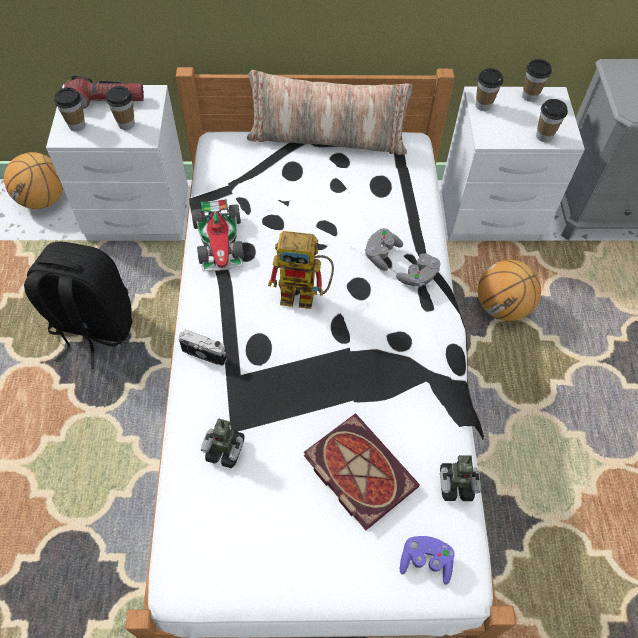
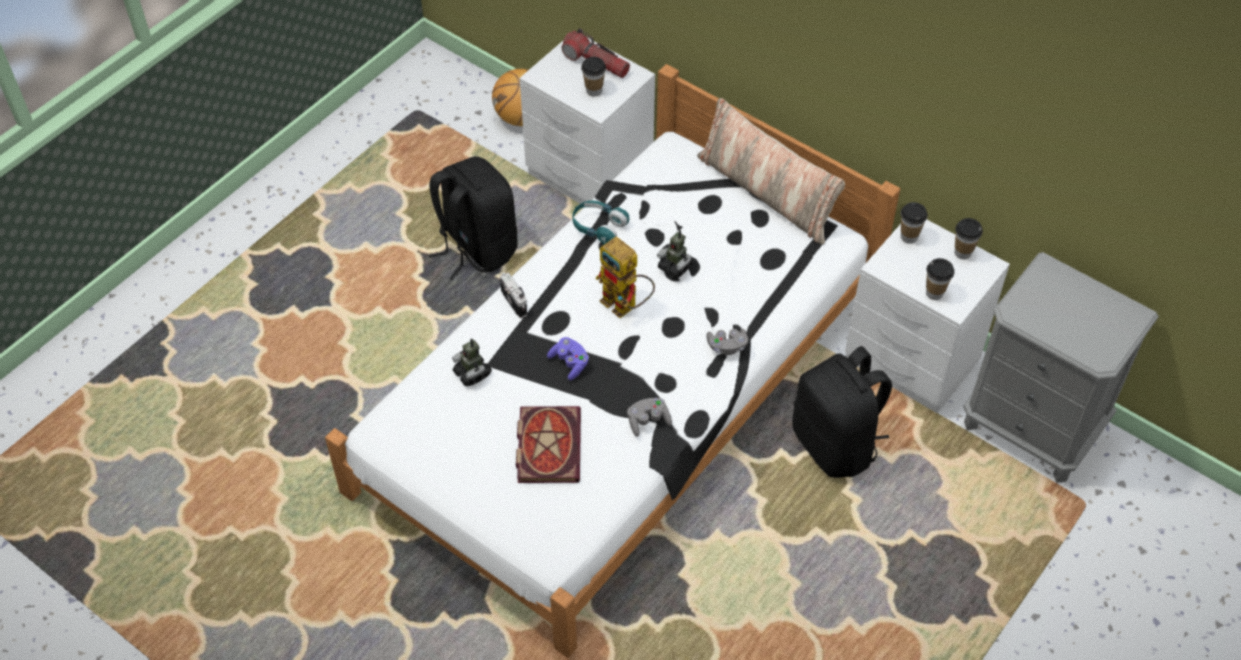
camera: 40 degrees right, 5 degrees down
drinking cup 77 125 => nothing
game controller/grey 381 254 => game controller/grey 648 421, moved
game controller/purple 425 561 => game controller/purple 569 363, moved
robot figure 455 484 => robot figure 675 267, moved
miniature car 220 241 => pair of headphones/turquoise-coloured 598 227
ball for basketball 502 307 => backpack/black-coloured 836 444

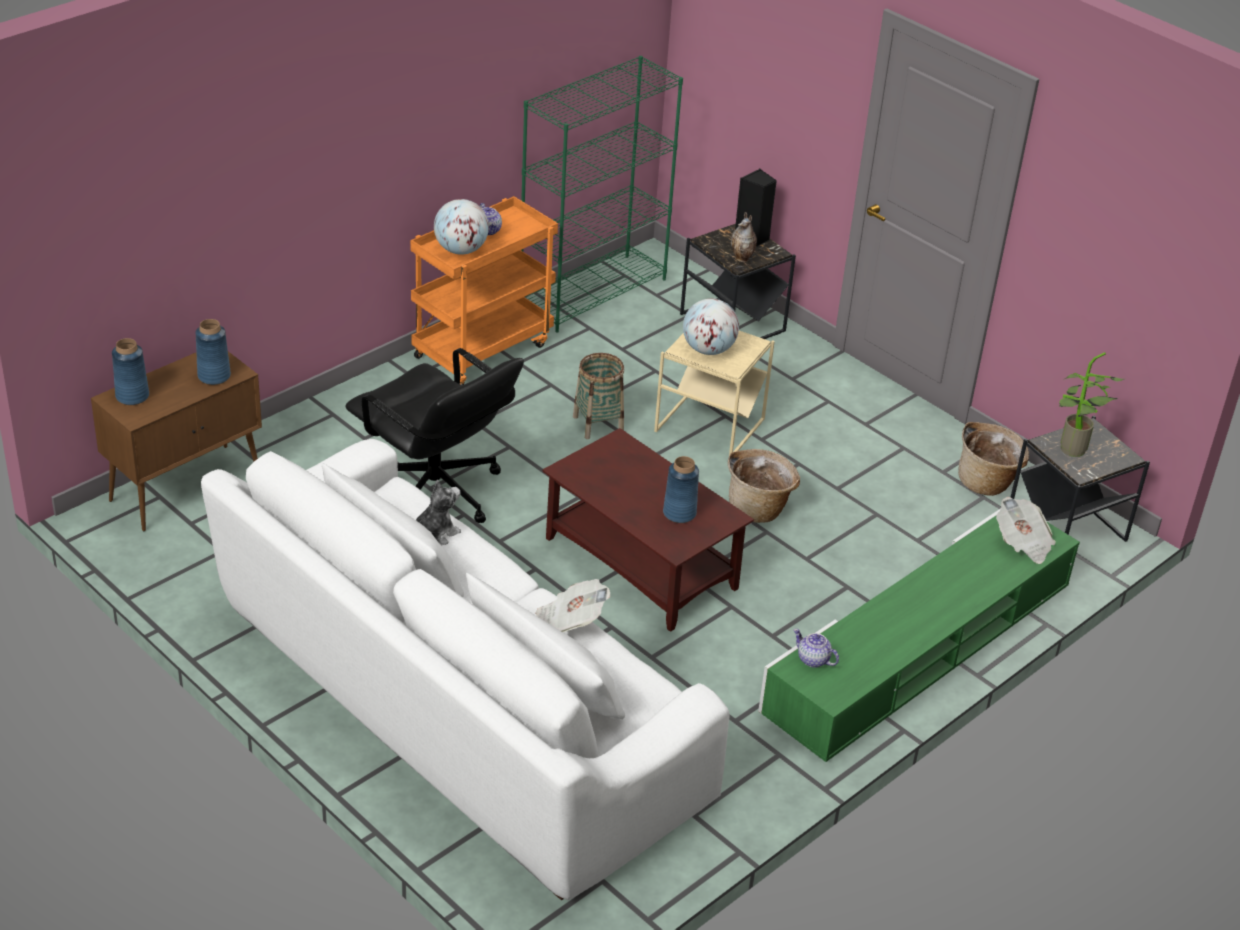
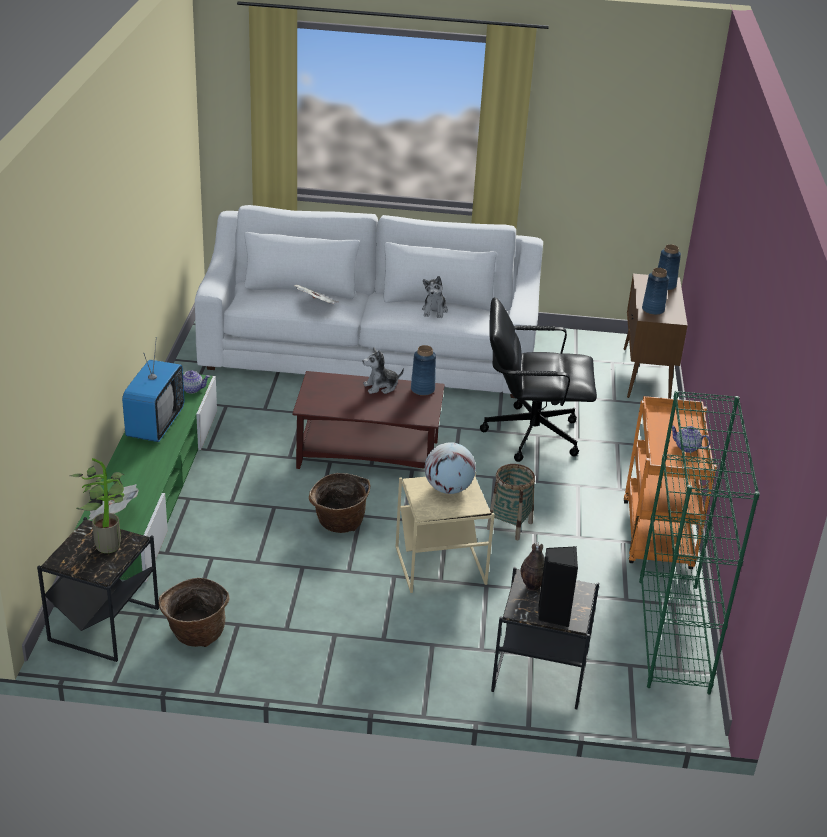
camera: 140 degrees right, 5 degrees down
desk globe 461 250 => nothing
nothing => television 155 424
nothing => soft toy 381 387
vase/blue 679 513 => vase/blue 422 389, moved

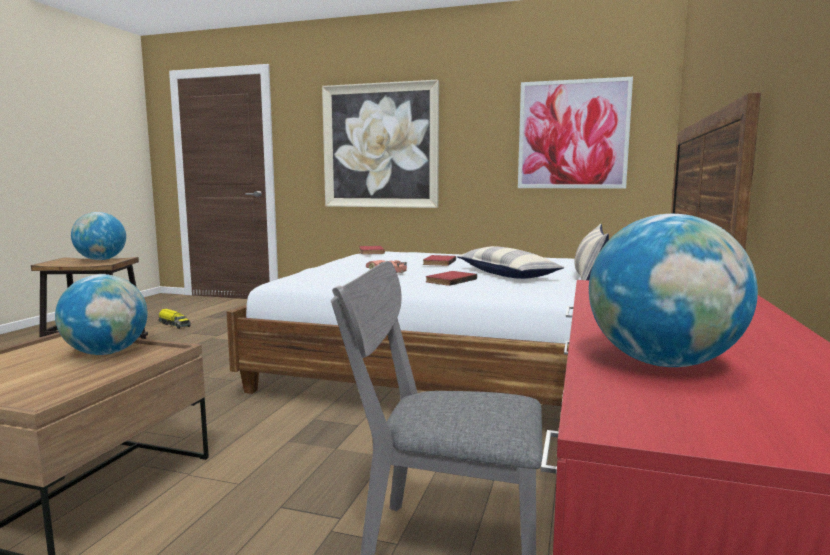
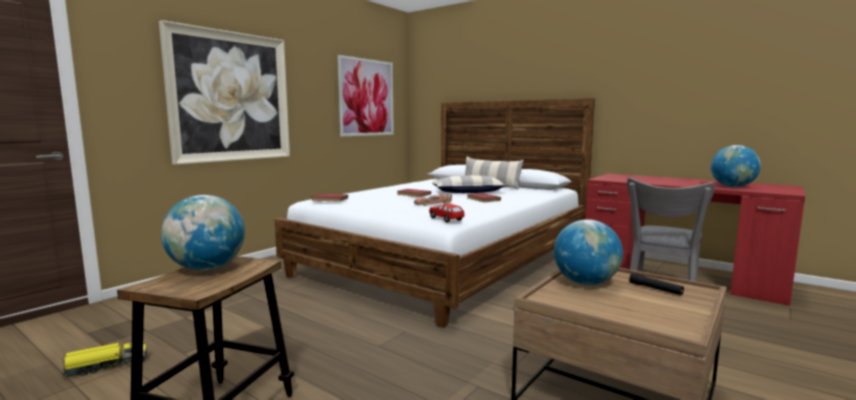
camera: 70 degrees left, 0 degrees up
nothing => miniature car/red 446 219
nothing => flashlight/black-coloured 655 289

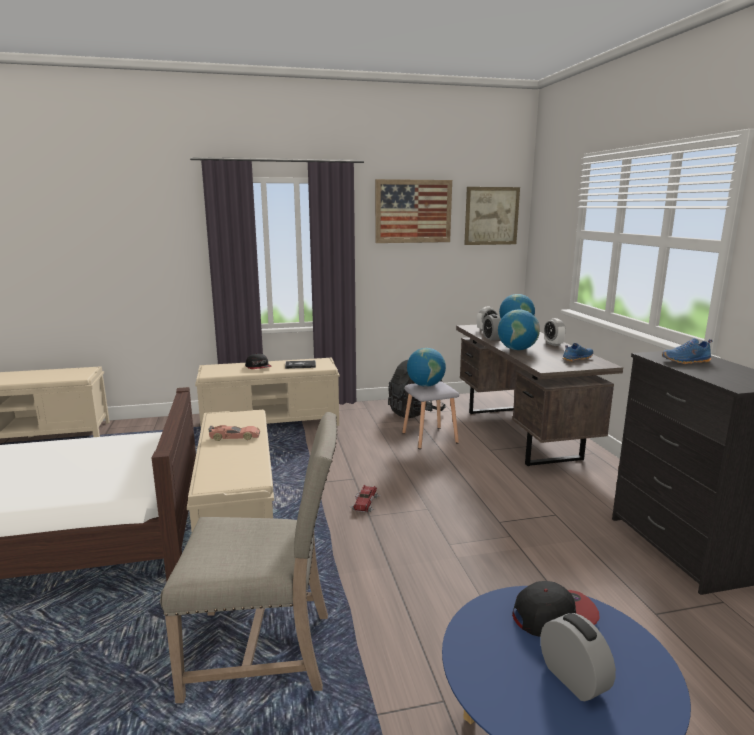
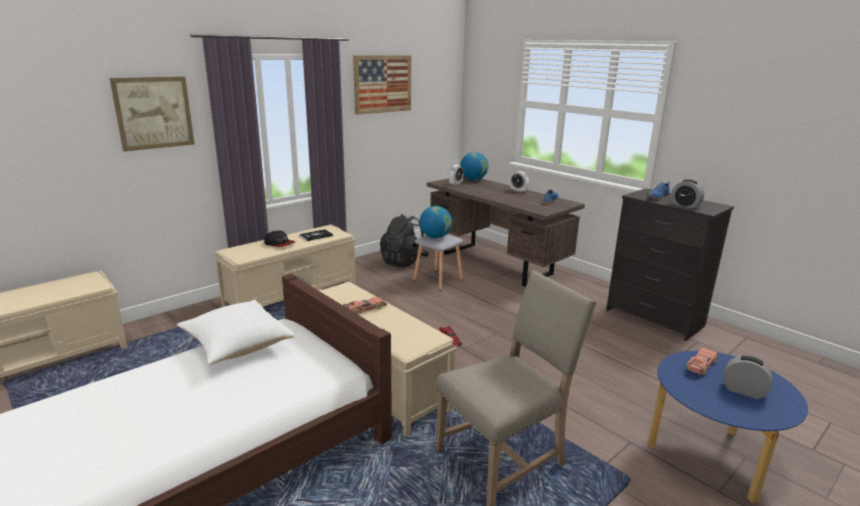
camera: 30 degrees left, 5 degrees up
desk globe 517 349 => nothing
nothing => pillow/whitish 236 346
wall picture 491 216 => wall picture 154 113, moved
alarm clock 491 338 => alarm clock 685 205, moved
peaked cap 554 615 => miniature car 701 365

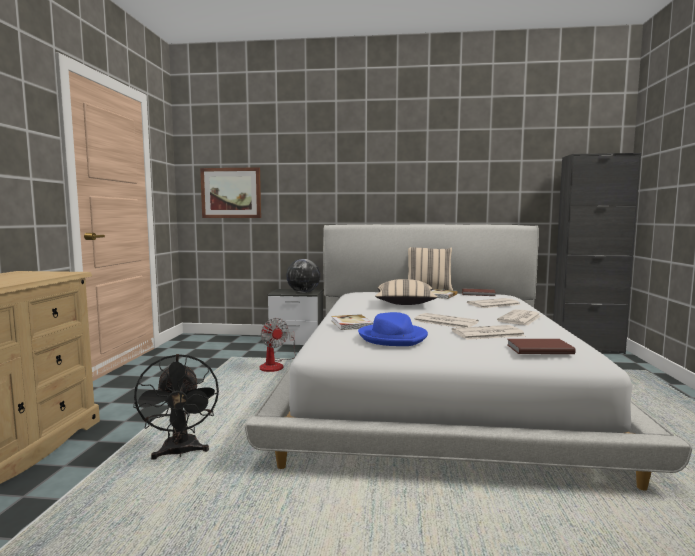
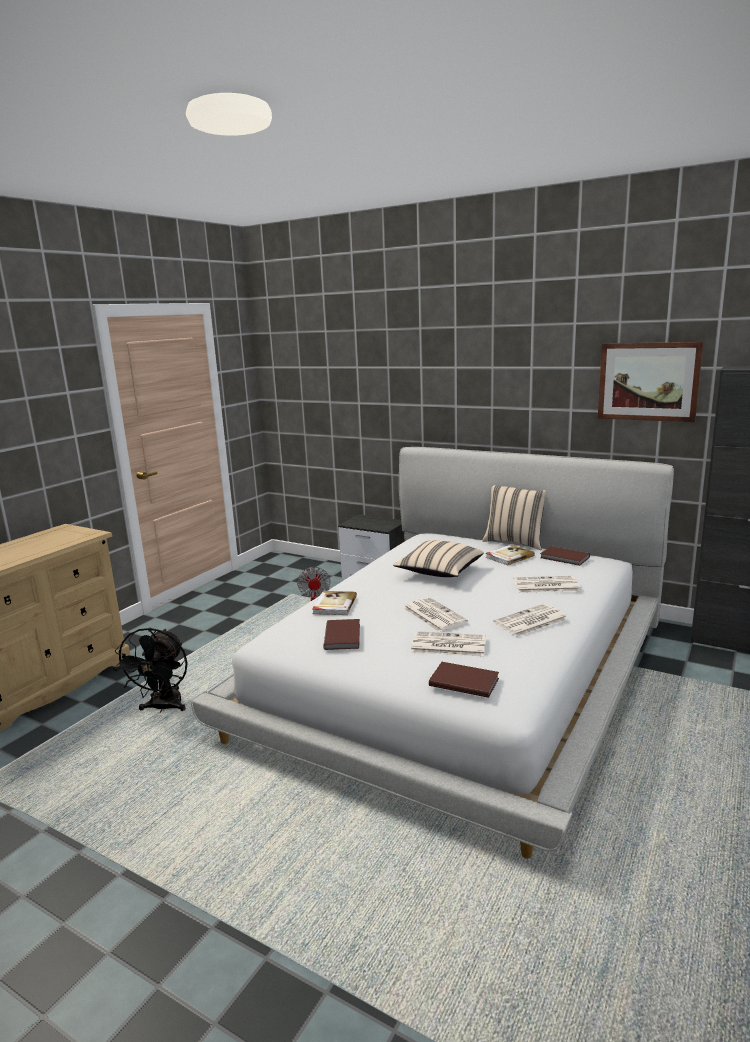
camera: 25 degrees right, 10 degrees up
desk globe 303 292 => nothing
wall picture 231 193 => wall picture 648 381, moved
wearable hat/blue 393 337 => book/brown 344 636

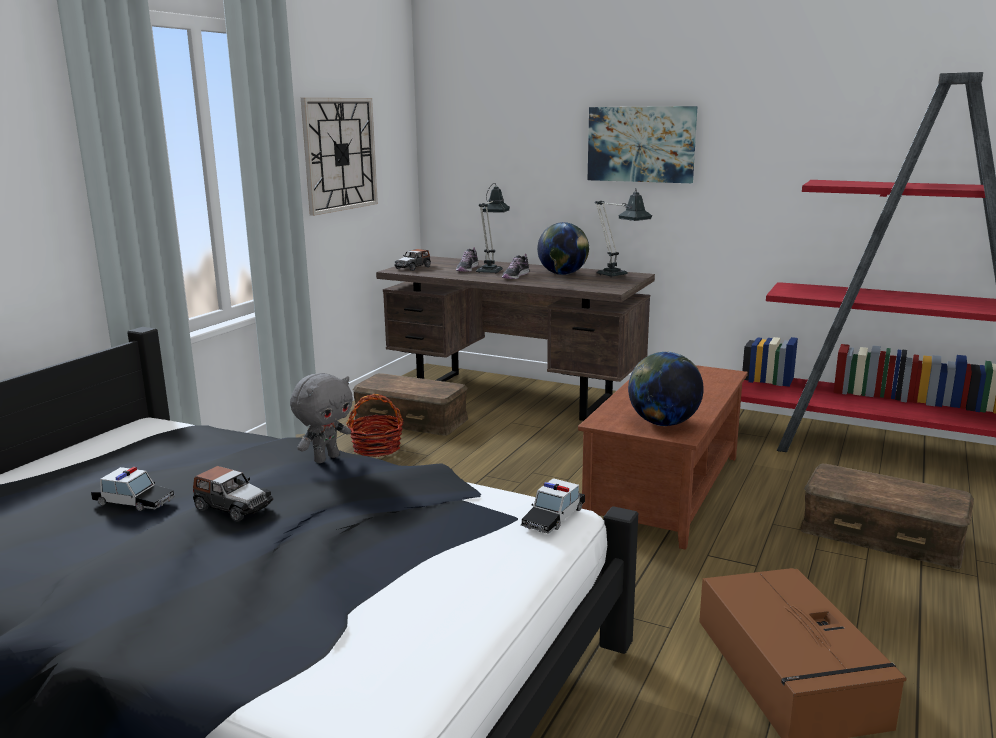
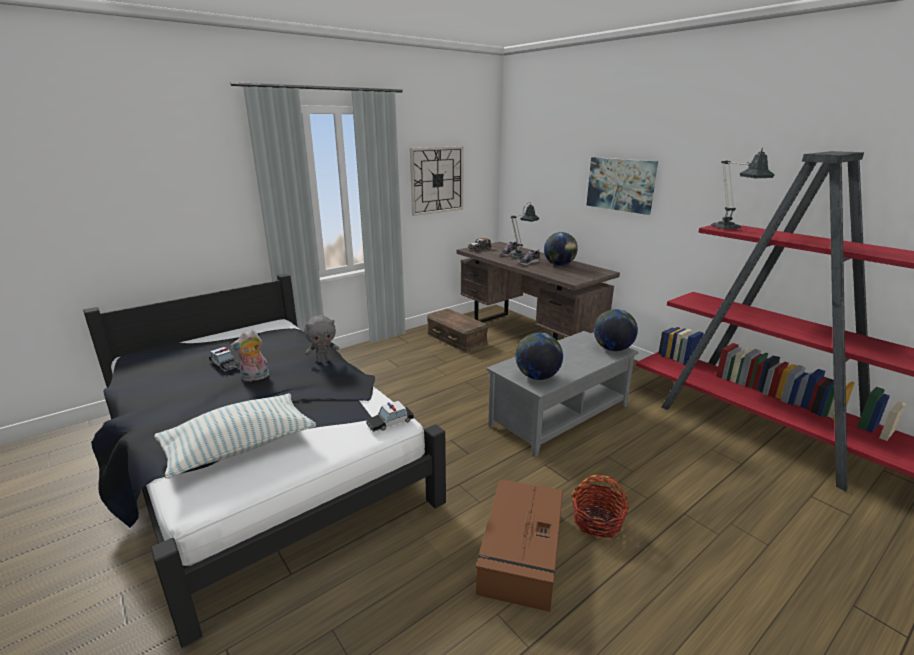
camera: 25 degrees right, 5 degrees up
storage box/brown 882 534 => nothing
nothing => pillow 240 447
nothing => desk globe 612 349
storage basket 377 448 => storage basket 597 521, moved
table lamp 617 276 => table lamp 729 229, moved
miniature car 233 507 => soft toy 255 378
lounge table/brown 663 489 => lounge table/grey 559 415

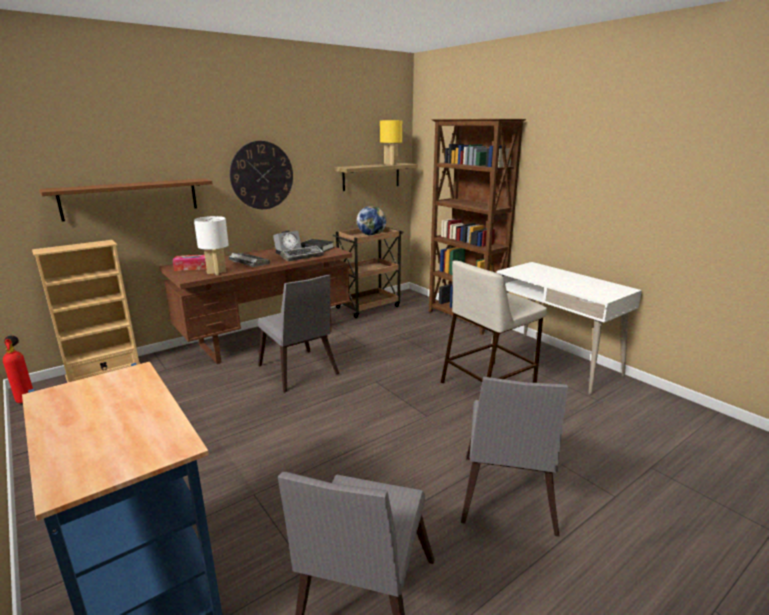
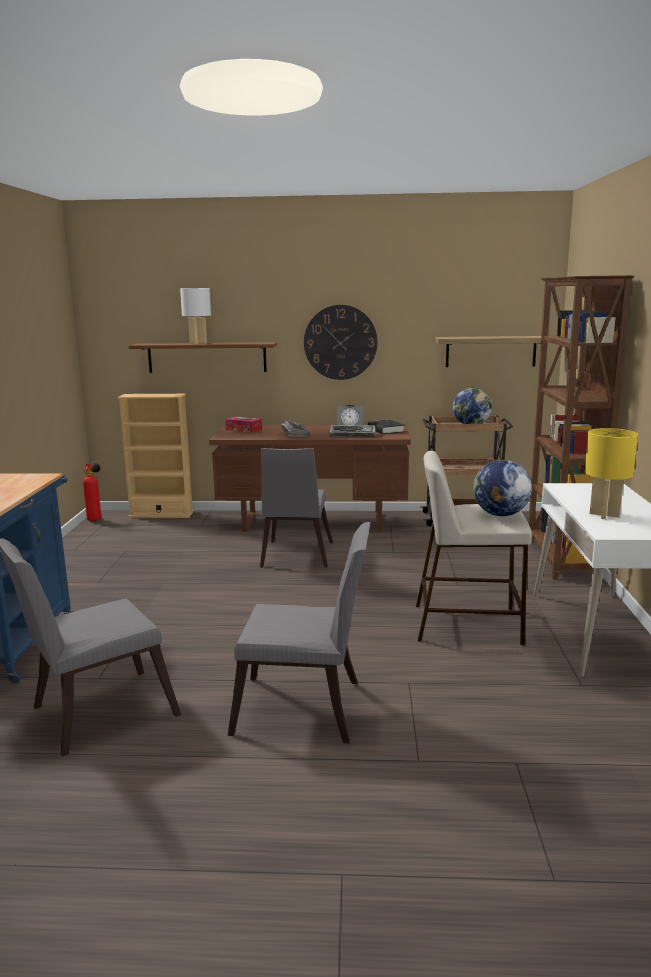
camera: 40 degrees right, 5 degrees down
nothing => desk globe 500 514
table lamp/whitish 216 272 => table lamp/whitish 198 343, moved
table lamp/yellow-coloured 390 164 => table lamp/yellow-coloured 603 515, moved
upright chair/grey 505 499 => upright chair/grey 306 710, 135 degrees counterclockwise

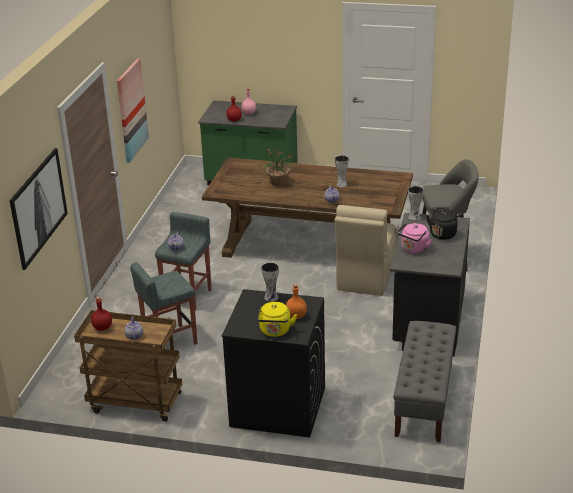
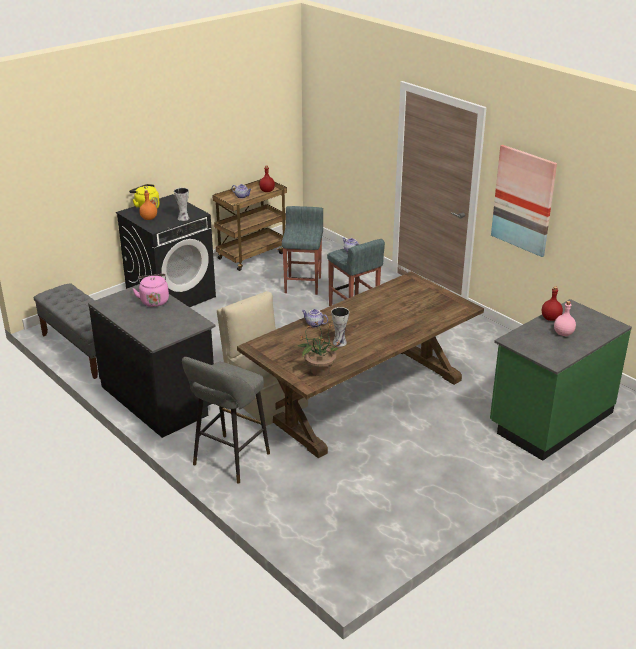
camera: 125 degrees right, 0 degrees up
wall picture 37 207 => nothing
vase 414 217 => nothing
tea kettle/black-coloured 443 233 => nothing
houseplant 278 183 => houseplant 319 370, moved

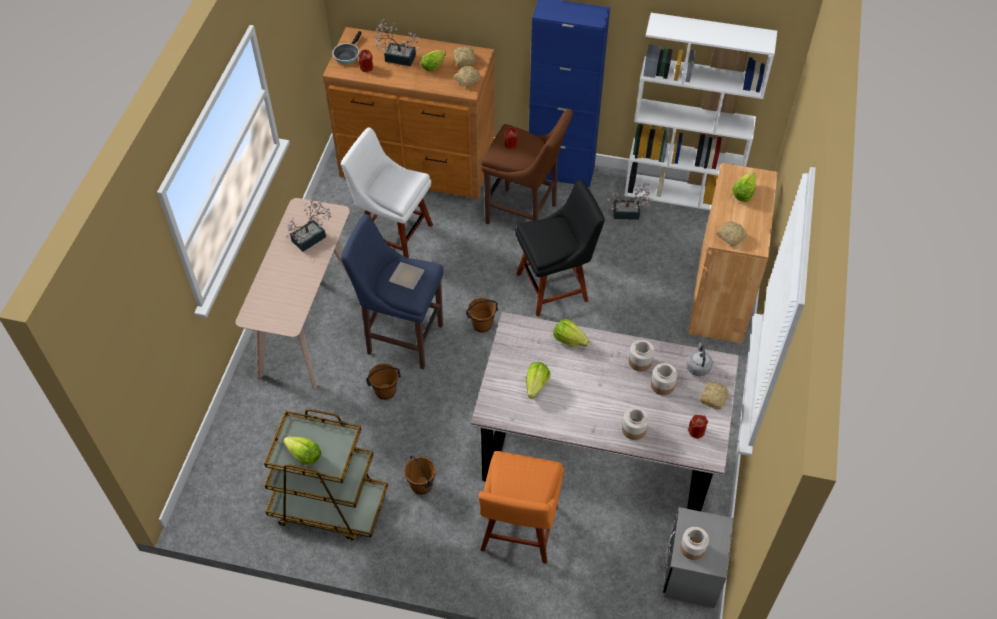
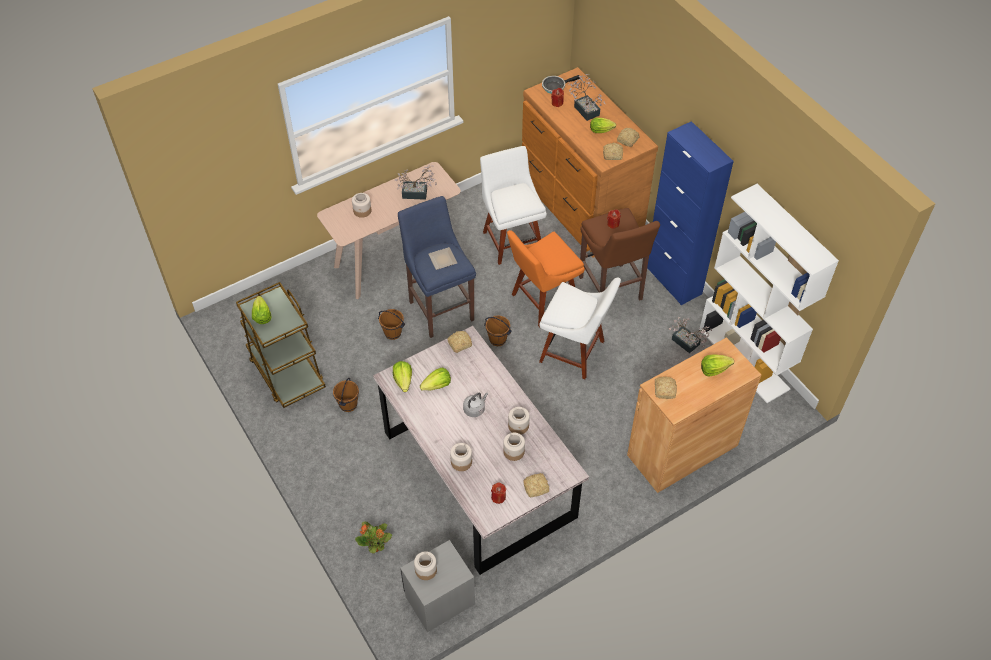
camera: 45 degrees right, 0 degrees up
nothing => preserve jar 362 211
nothing => houseplant 376 547
nothing => bakery bread 459 344
upright chair/orange-coloured 518 532 => upright chair/orange-coloured 542 302, moved
lettuce head 569 340 => lettuce head 403 381, moved
tea kettle/grey 698 366 => tea kettle/grey 475 409, moved
upright chair/black-coloured 556 286 => upright chair/whitish 575 352

